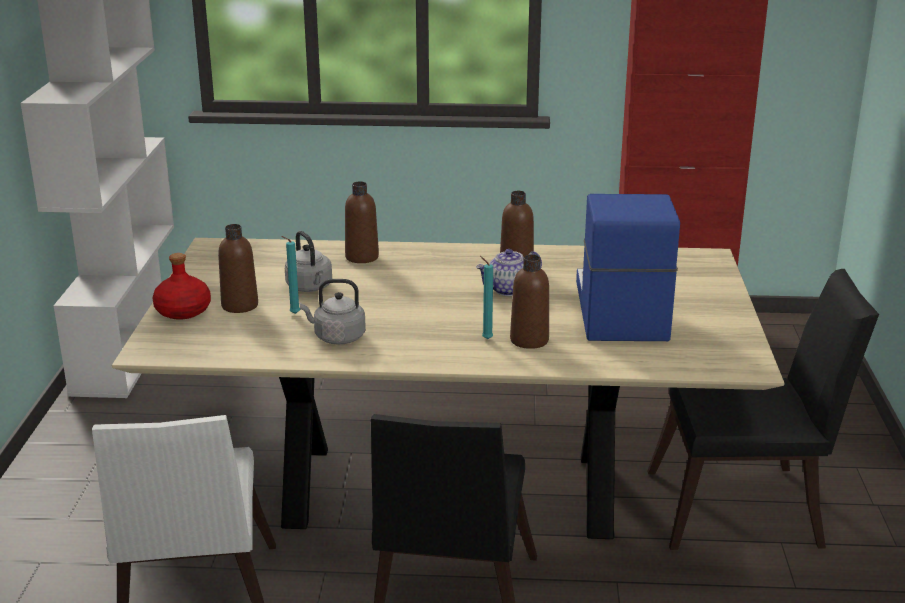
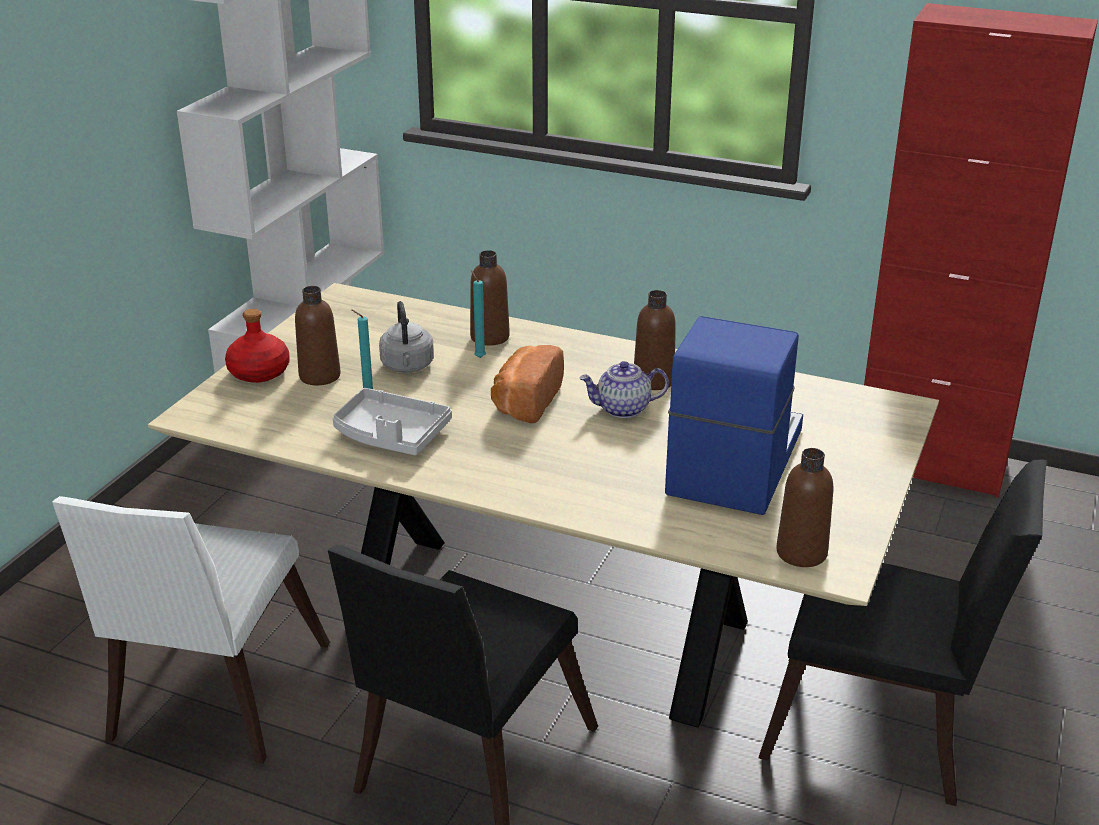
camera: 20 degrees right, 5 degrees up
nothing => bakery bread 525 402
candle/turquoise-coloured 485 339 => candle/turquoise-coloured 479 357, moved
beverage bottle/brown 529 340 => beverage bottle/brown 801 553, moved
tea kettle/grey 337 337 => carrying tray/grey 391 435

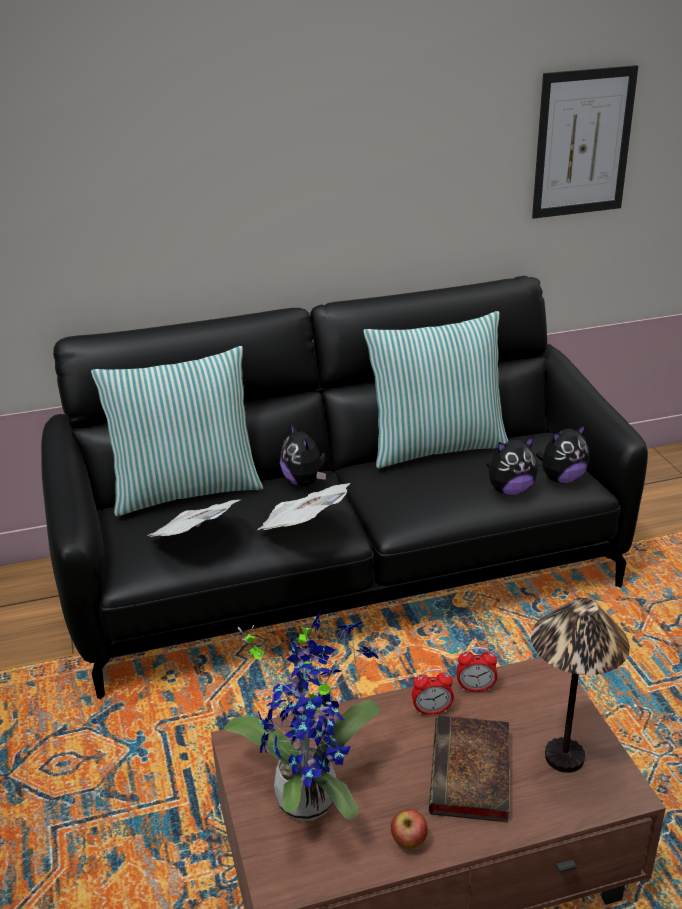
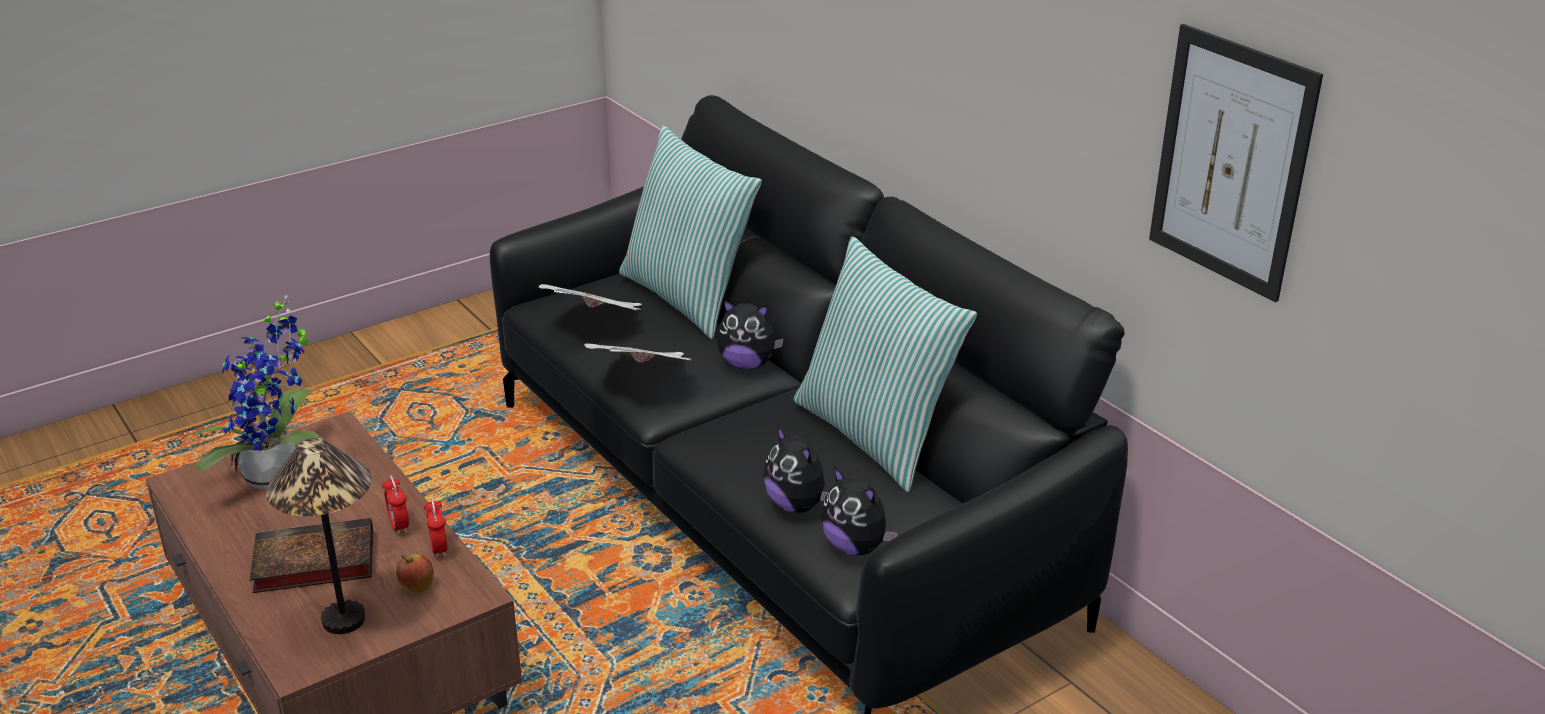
camera: 70 degrees right, 0 degrees up
apple fruit 409 843 => apple fruit 417 587, moved
soft toy 304 482 => soft toy 747 364, 120 degrees counterclockwise

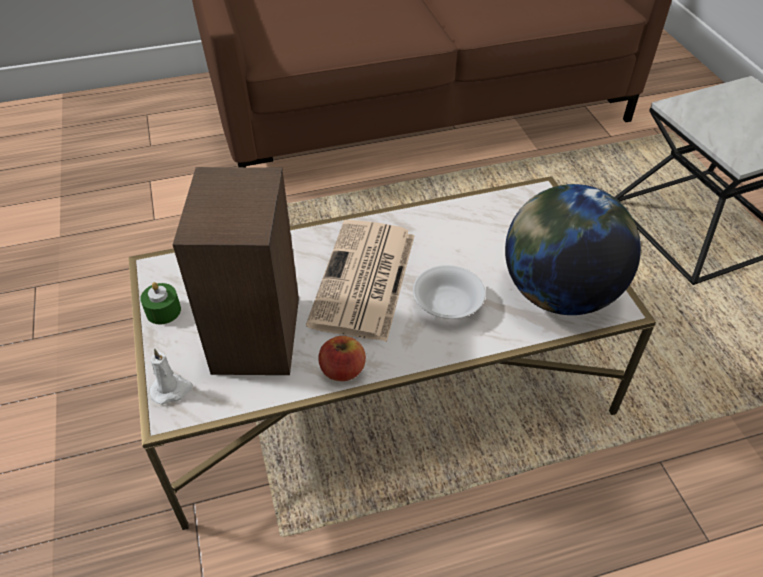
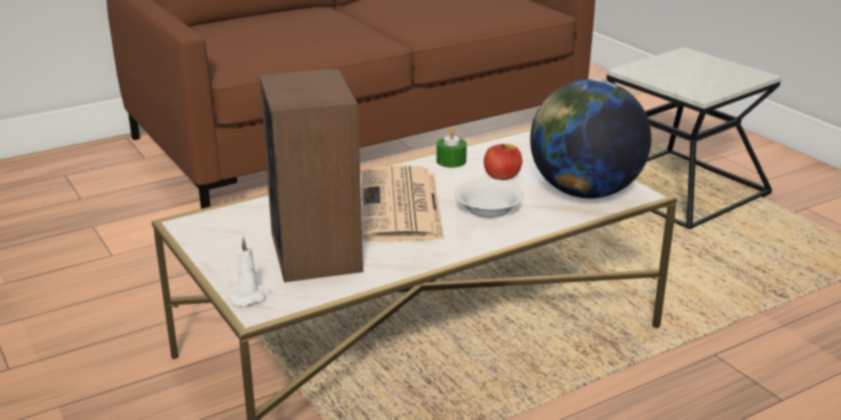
camera: 15 degrees left, 20 degrees down
candle/green 163 311 => candle/green 451 161, moved
apple fruit 342 370 => apple fruit 502 176, moved

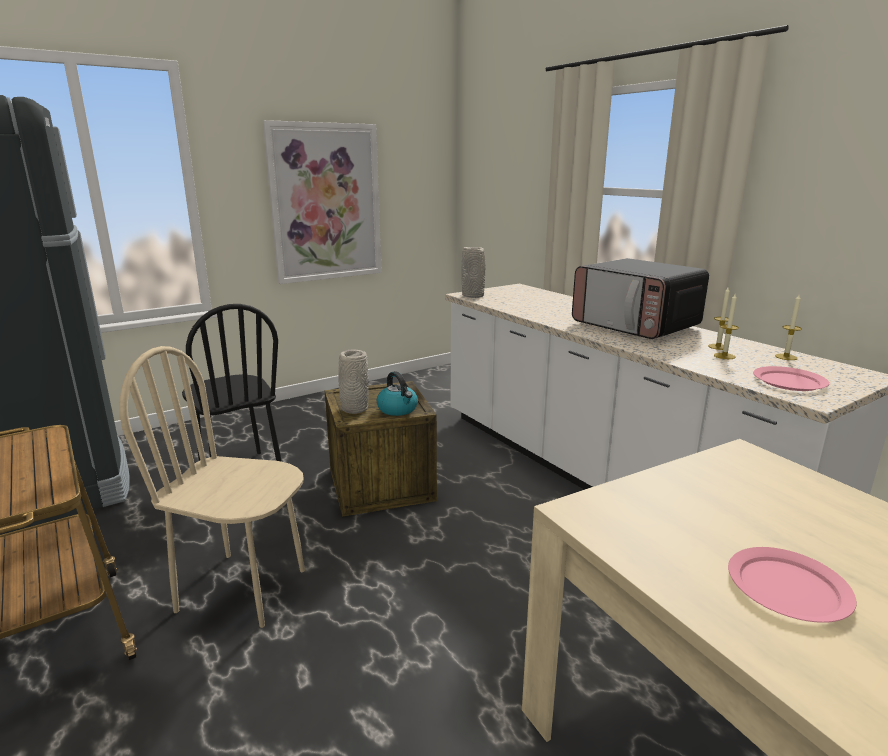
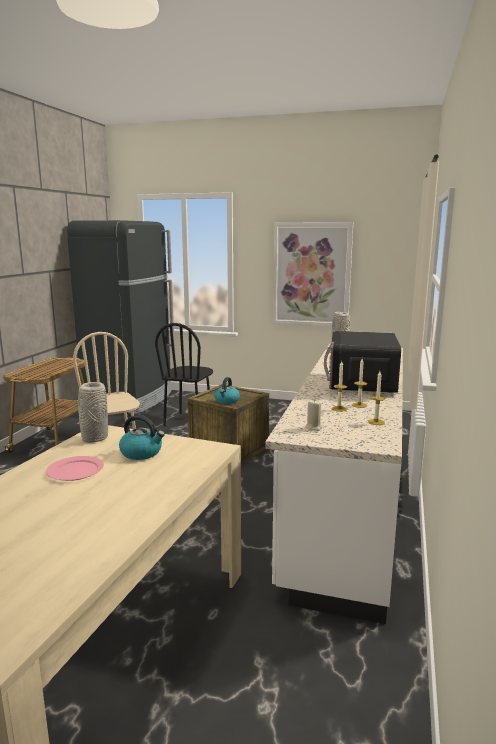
camera: 50 degrees right, 5 degrees down
nothing => tea kettle 142 453
vase/grey 354 409 => vase/grey 94 438, moved
flat dish/pink 788 382 => candle/beige 314 427

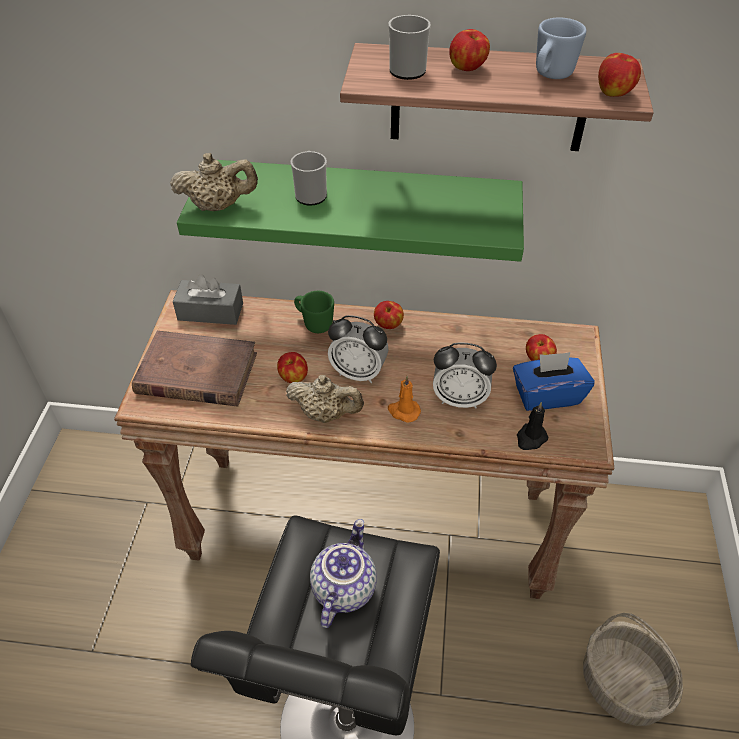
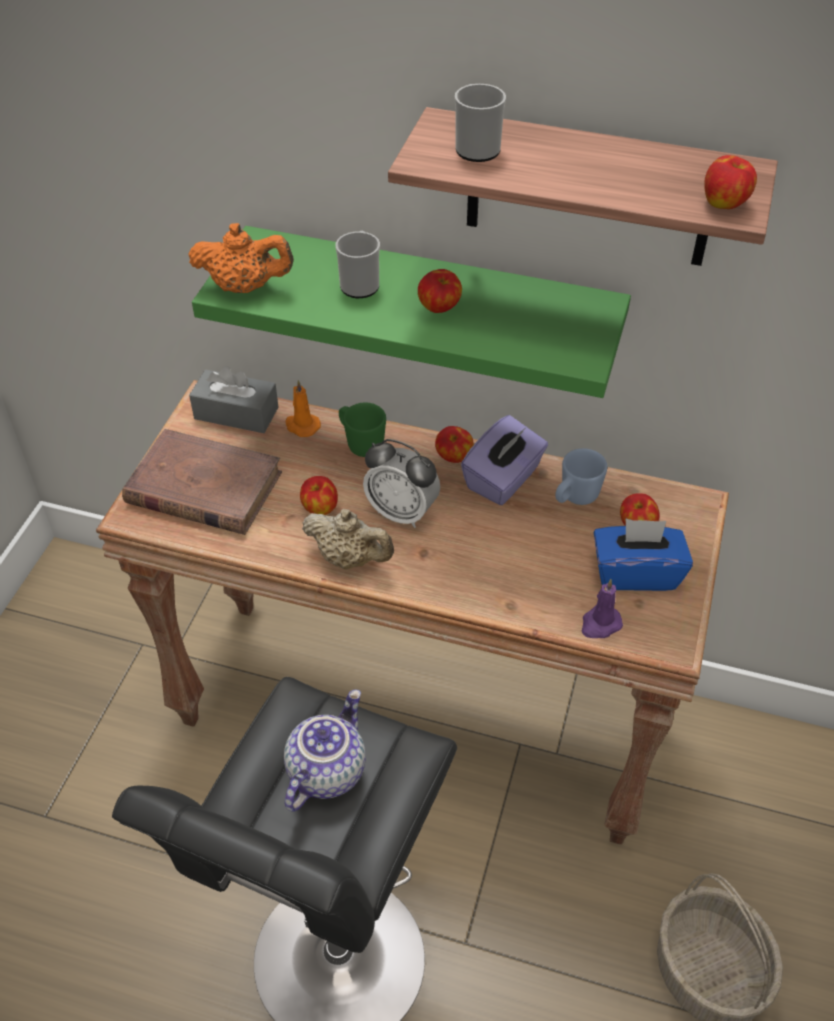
camera: 10 degrees right, 0 degrees up
alarm clock 459 398 => nothing
nothing => box of tissues/purple 503 479
candle/orange-coloured 403 411 => candle/orange-coloured 301 426, moved
apple fruit 467 68 => apple fruit 439 308, moved
mug/blue 550 76 => mug/blue 575 498, moved
pot for tea/beige 218 206 => pot for tea/orange-coloured 245 287
candle/black-coloured 530 438 => candle/purple 600 624

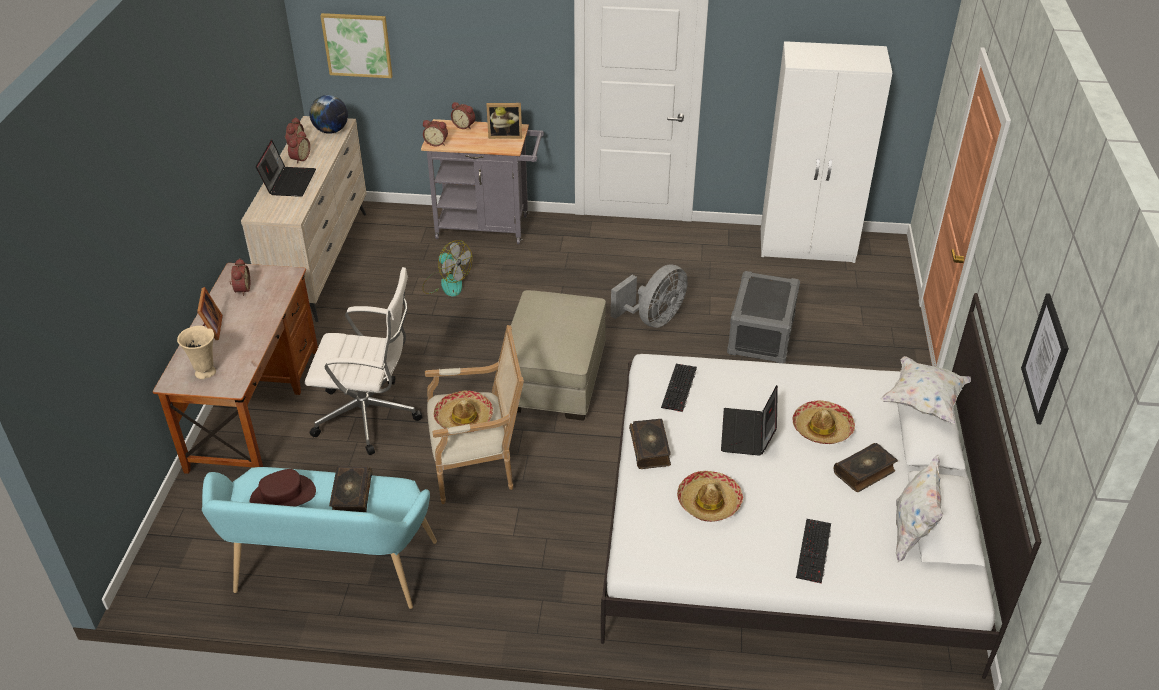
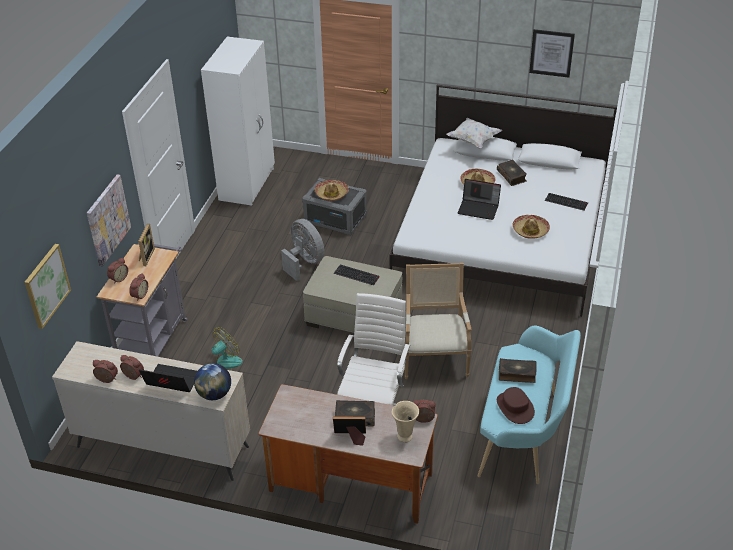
camera: 80 degrees left, 0 degrees up
pillow/whitish 911 533 => nothing
nothing => wall picture 107 219
alarm clock 241 289 => alarm clock 423 419, moved
desk globe 331 131 => desk globe 214 394, moved
wearable hat 464 418 => wearable hat 331 194, moved
book 650 449 => book 355 417, moved
PC keyboard 680 388 => PC keyboard 357 275, moved

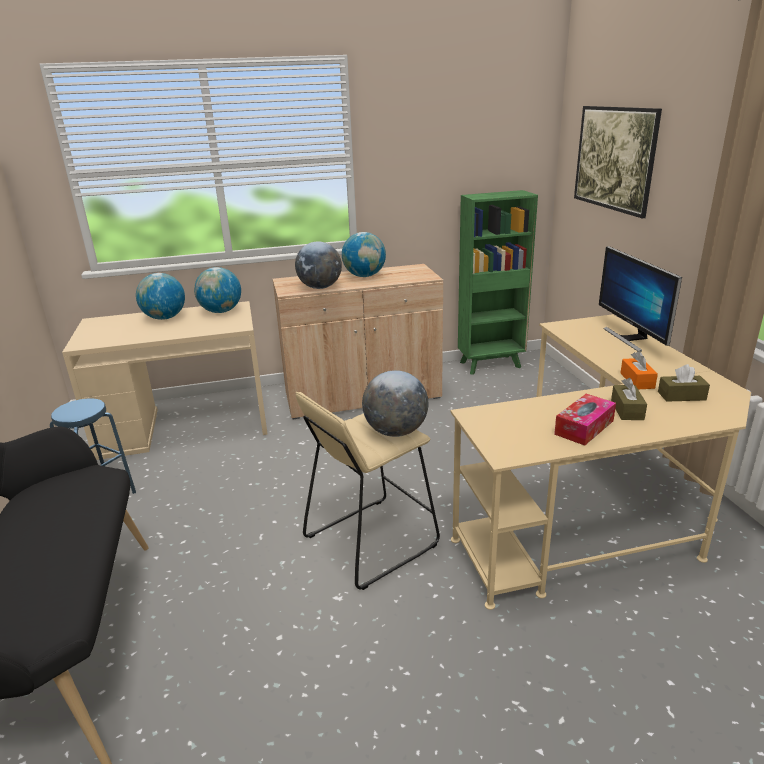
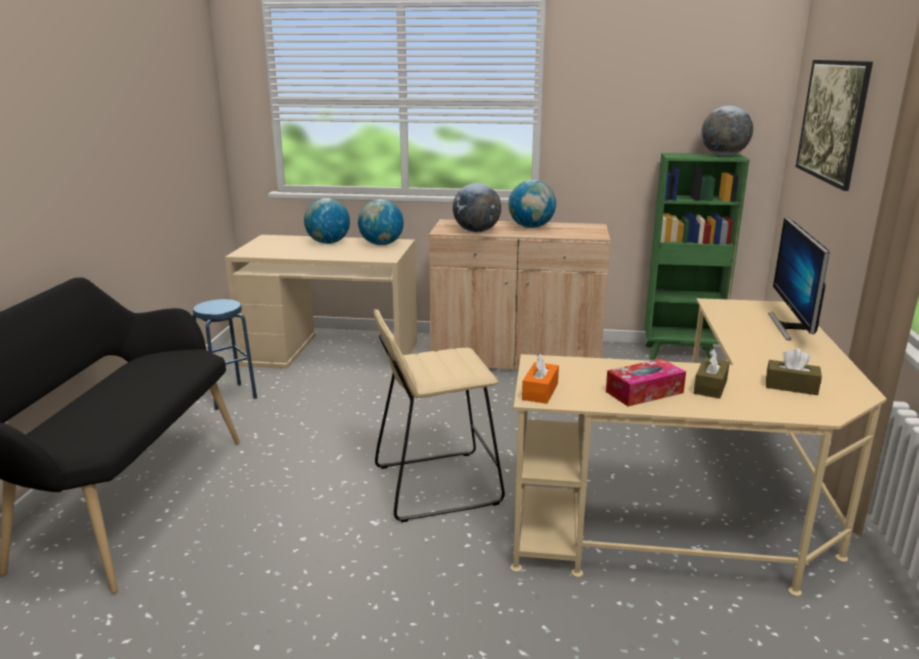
camera: 20 degrees right, 5 degrees down
desk globe 395 432 => desk globe 723 155, moved
box of tissues/orange-coloured 637 380 => box of tissues/orange-coloured 540 391, moved

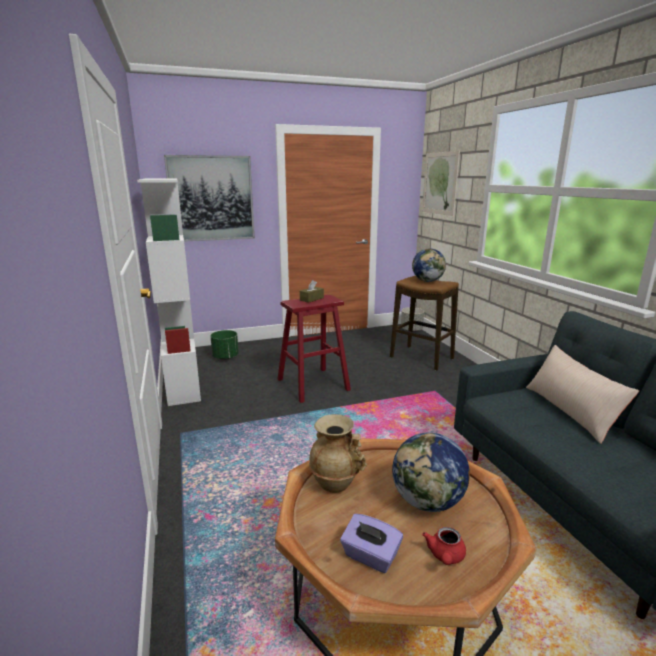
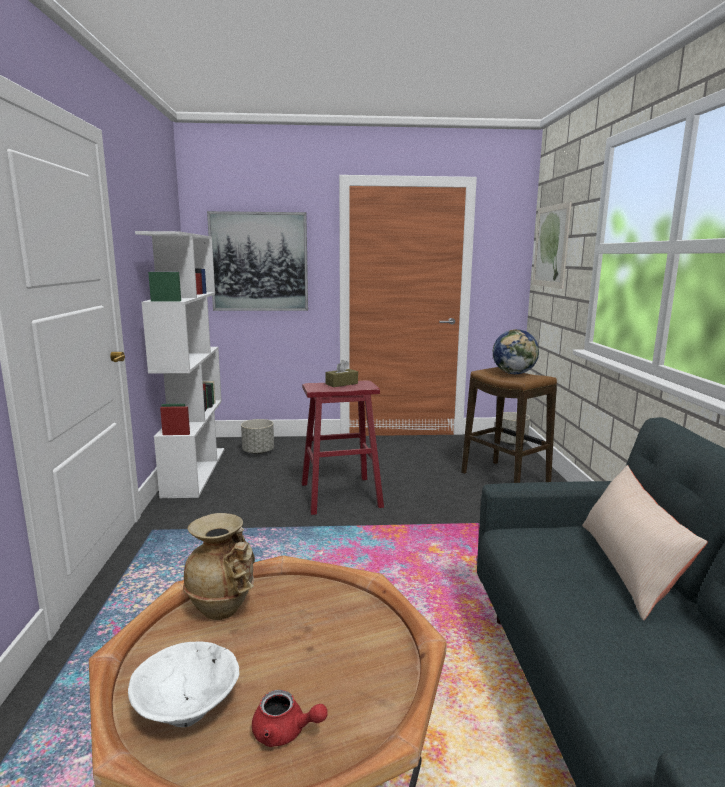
camera: 15 degrees right, 5 degrees down
desk globe 428 502 => nothing
box of tissues/purple 370 556 => serving bowl/whitish 188 708
plant pot/green 226 357 => plant pot/grey 258 452
pot for tea/red 445 556 => pot for tea/red 285 732, 105 degrees counterclockwise

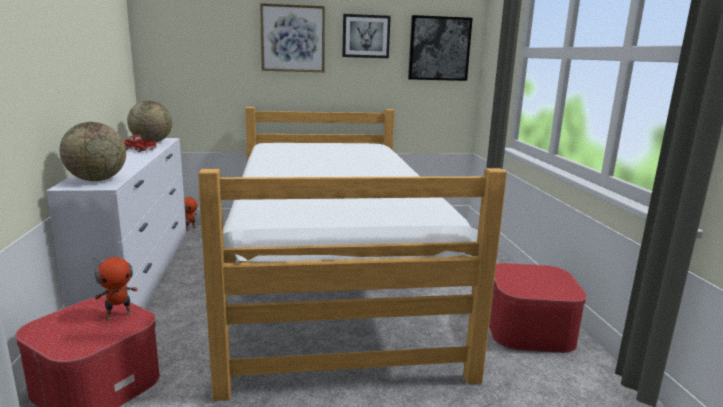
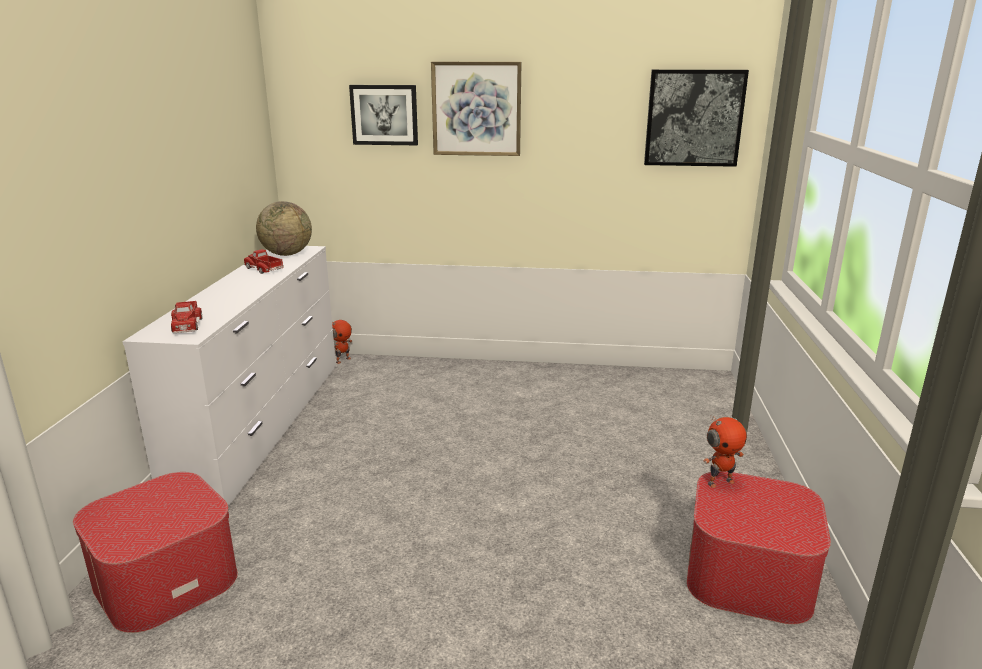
camera: 15 degrees right, 5 degrees up
bed 332 280 => nothing
robot figure 119 315 => robot figure 720 482, moved
wall picture 366 36 => wall picture 384 115, moved
desk globe 97 180 => model truck 186 325

